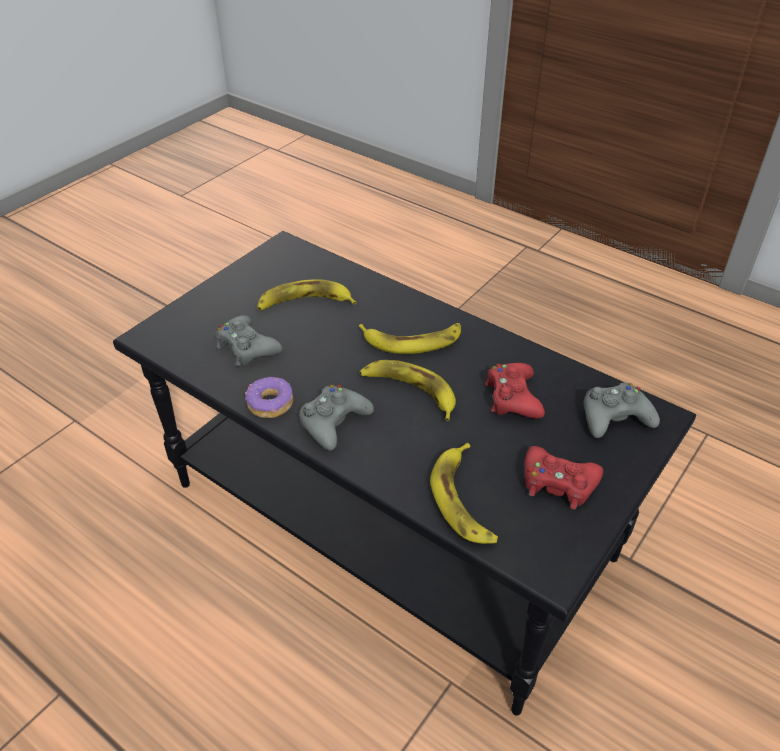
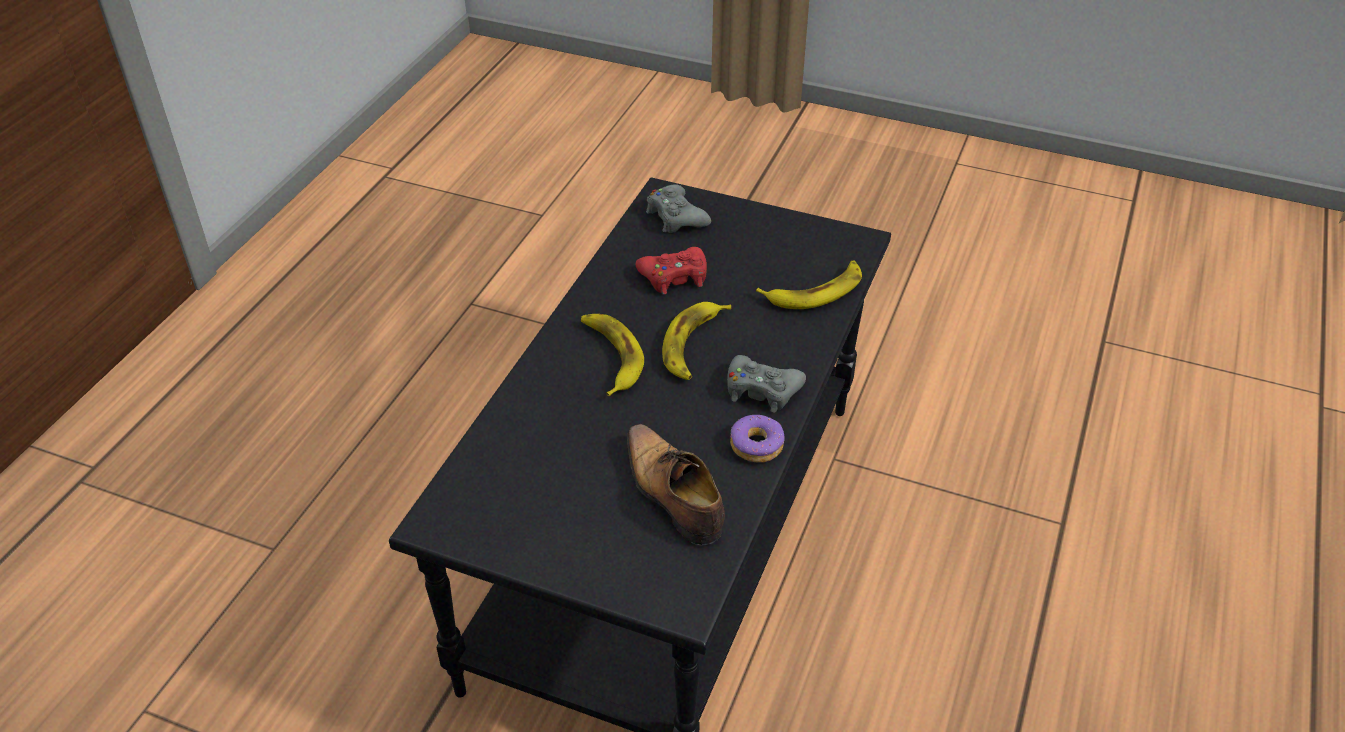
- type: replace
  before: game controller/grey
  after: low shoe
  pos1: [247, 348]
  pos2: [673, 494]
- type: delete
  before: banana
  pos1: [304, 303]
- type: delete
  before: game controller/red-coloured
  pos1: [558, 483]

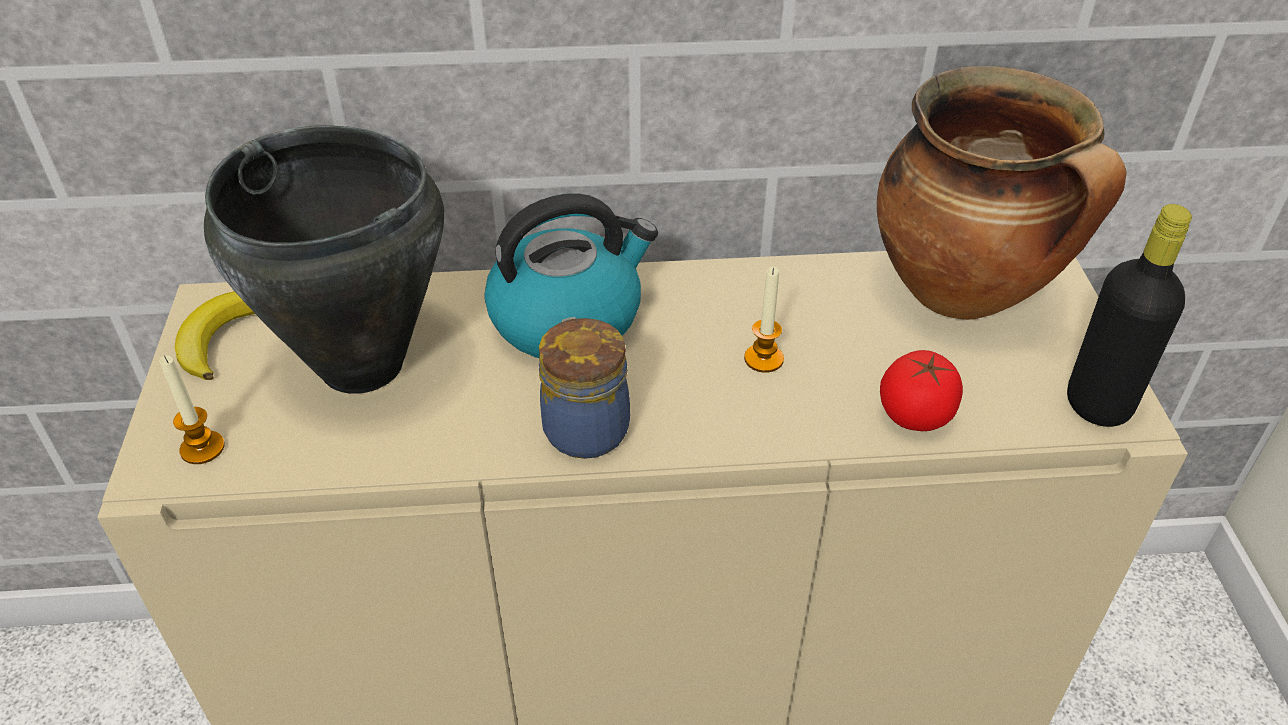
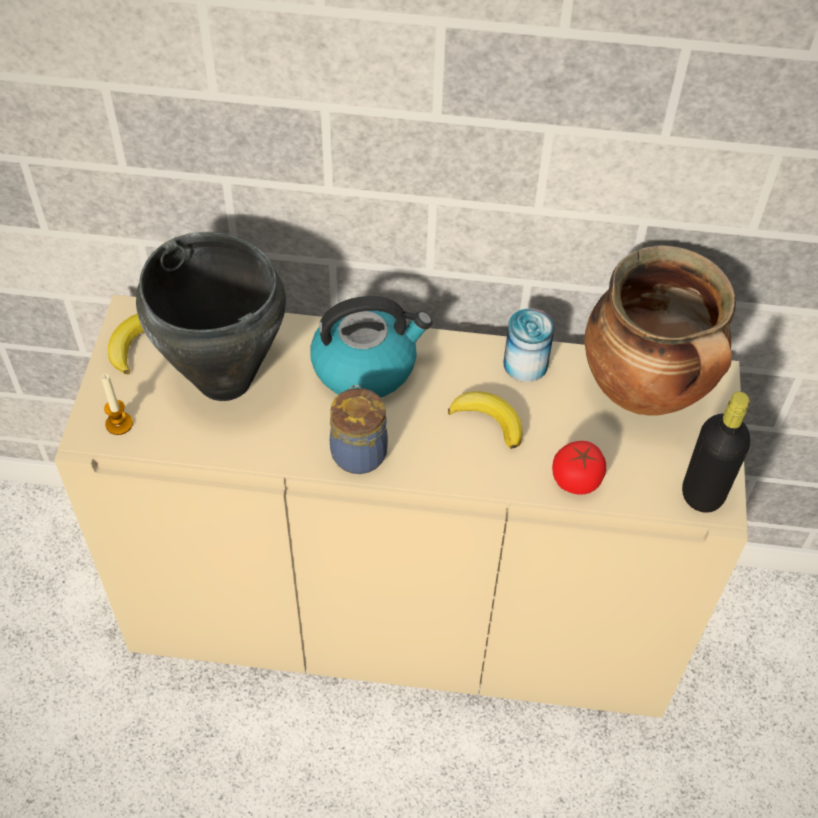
- type: replace
  before: candle
  after: banana
  pos1: [763, 359]
  pos2: [489, 420]
- type: insert
  after: sealed can
  pos2: [525, 364]

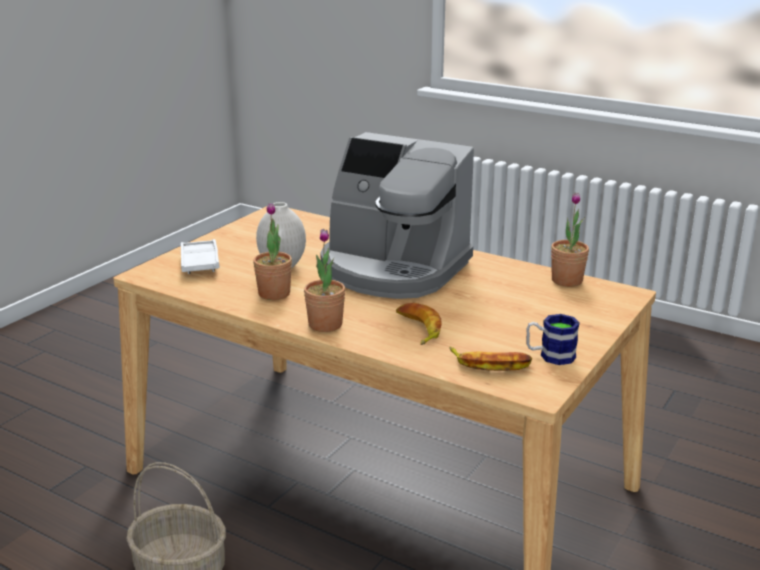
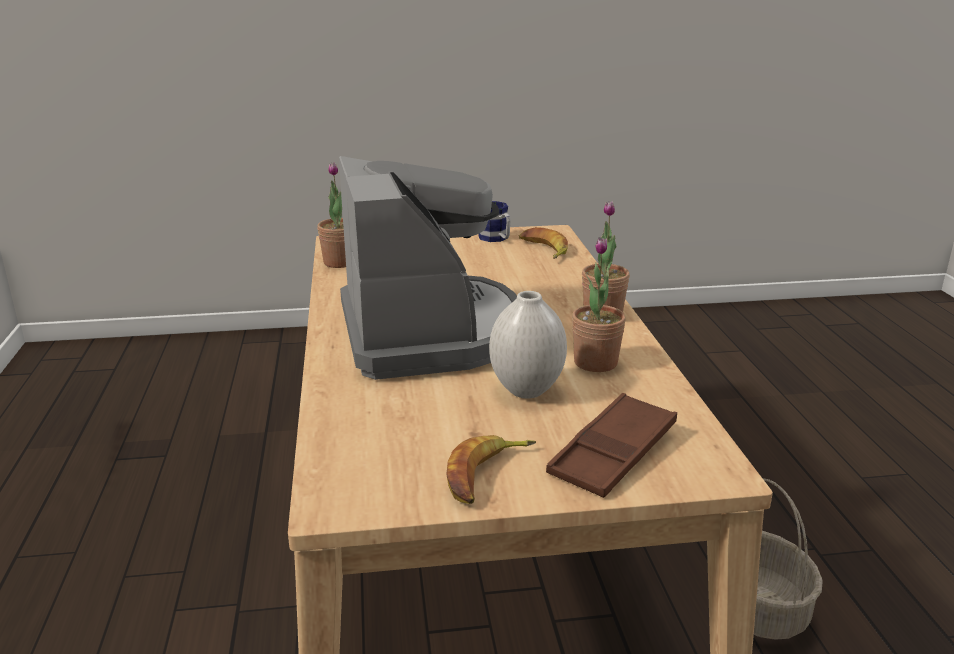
- type: move
  before: banana
  pos1: [417, 329]
  pos2: [487, 475]
- type: recolor
  before: tray/white
  after: tray/brown
  pos1: [200, 262]
  pos2: [613, 453]

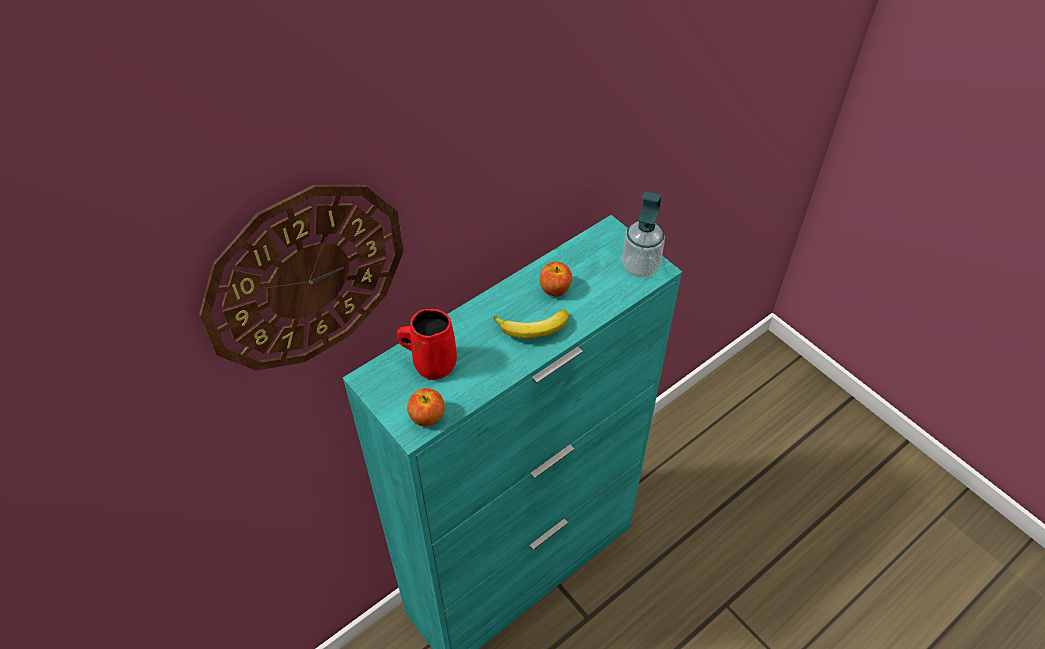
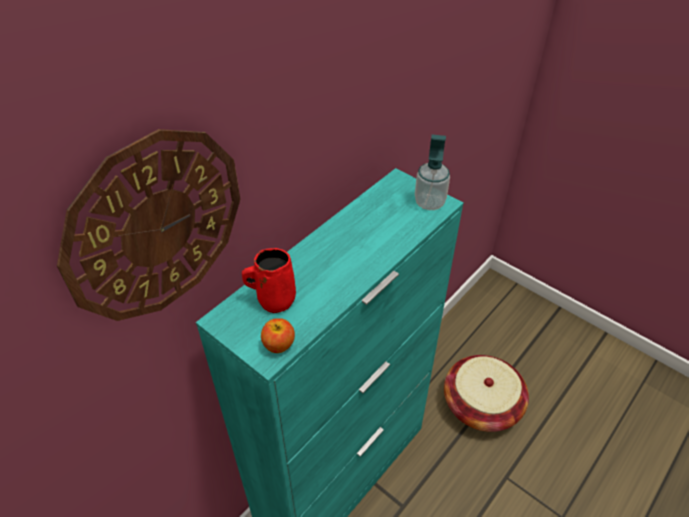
- type: insert
  after: basket
  pos2: [481, 405]
- type: delete
  before: banana
  pos1: [533, 329]
- type: delete
  before: apple
  pos1: [555, 289]

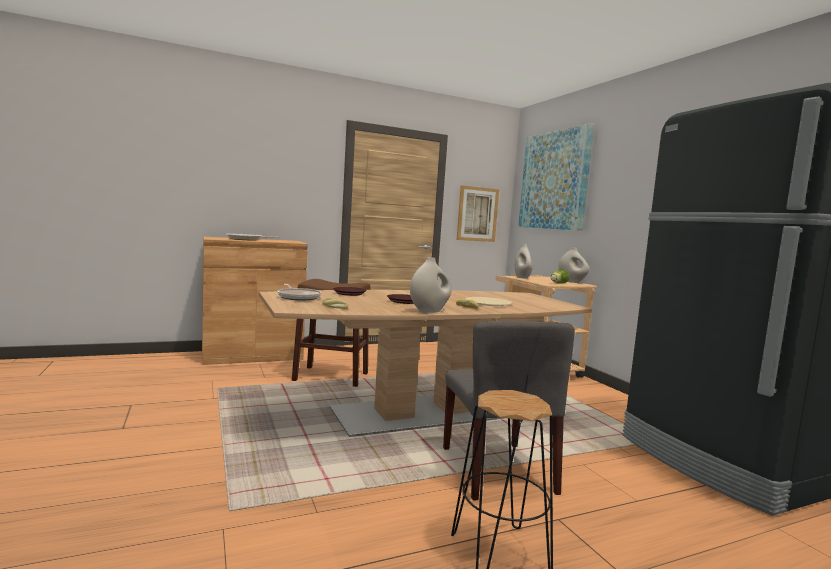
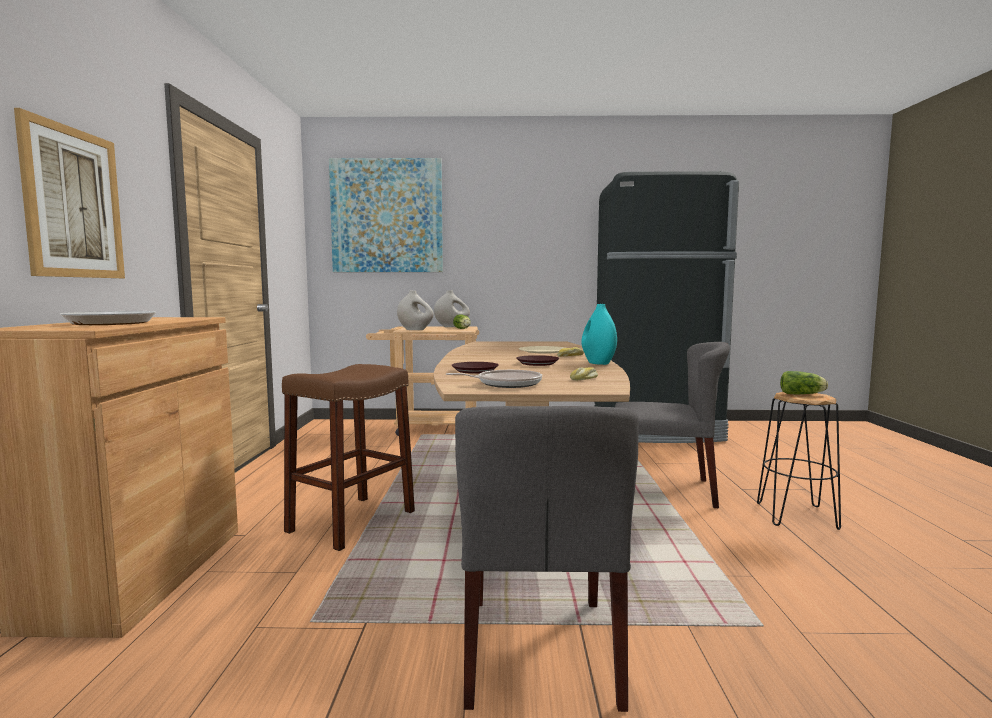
- type: move
  before: picture
  pos1: [477, 214]
  pos2: [73, 203]
- type: insert
  after: chair/grey
  pos2: [540, 651]
- type: recolor
  before: vase/white
  after: vase/turquoise-coloured
  pos1: [429, 311]
  pos2: [597, 363]
- type: insert
  after: lettuce head
  pos2: [803, 394]

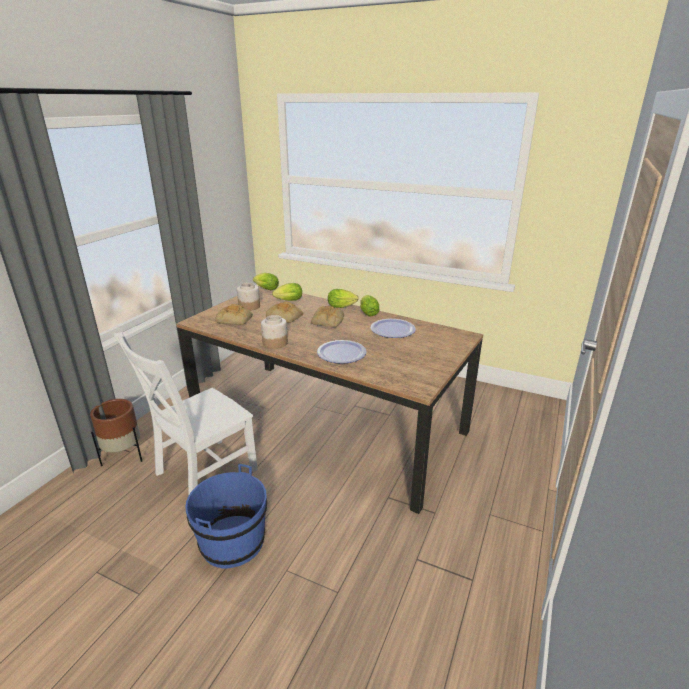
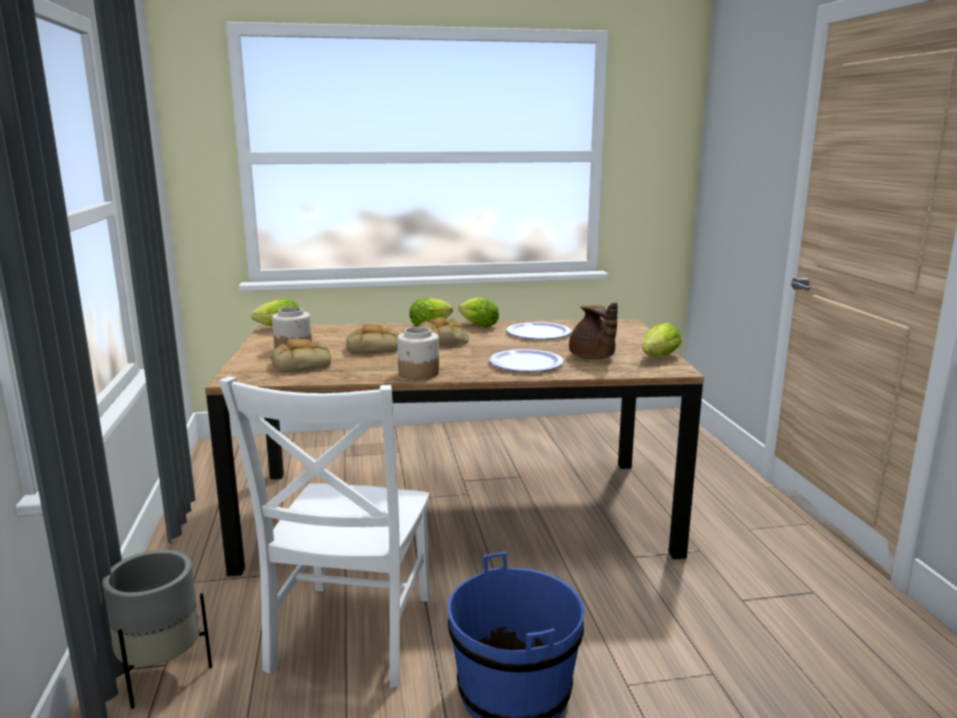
- type: recolor
  before: plant pot/brown
  after: plant pot/grey
  pos1: [124, 456]
  pos2: [163, 674]
- type: insert
  after: pot for tea/brown
  pos2: [592, 357]
- type: move
  before: lettuce head
  pos1: [287, 301]
  pos2: [657, 358]

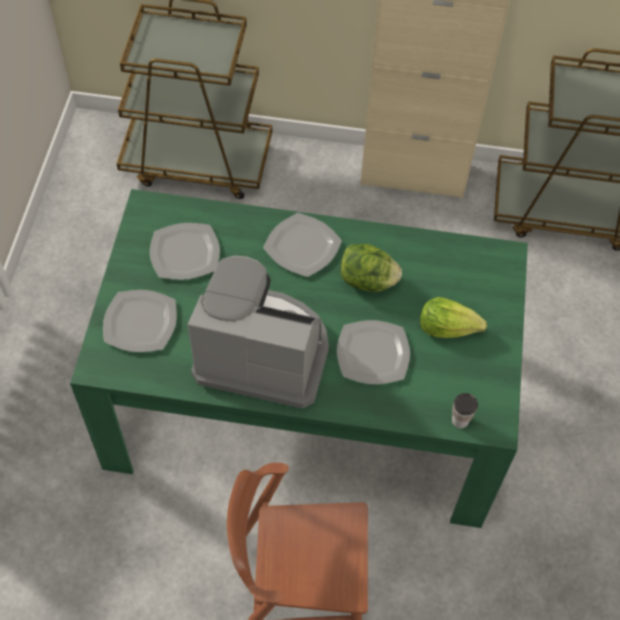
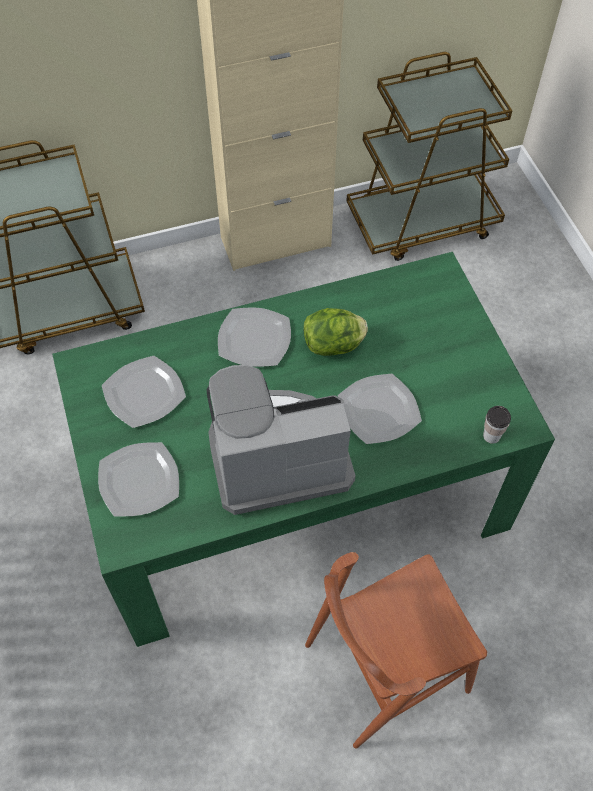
- type: delete
  before: lettuce head
  pos1: [447, 327]

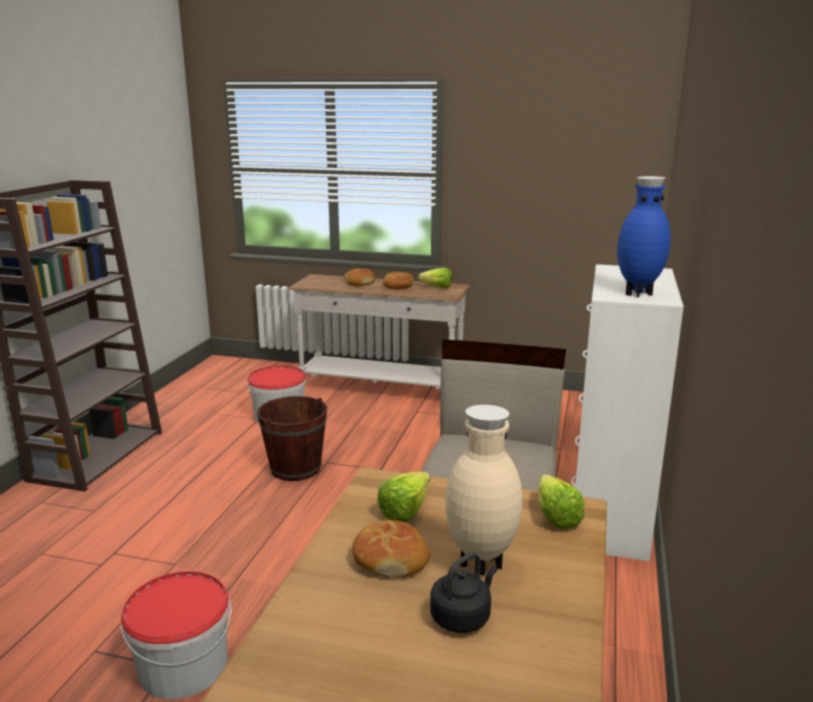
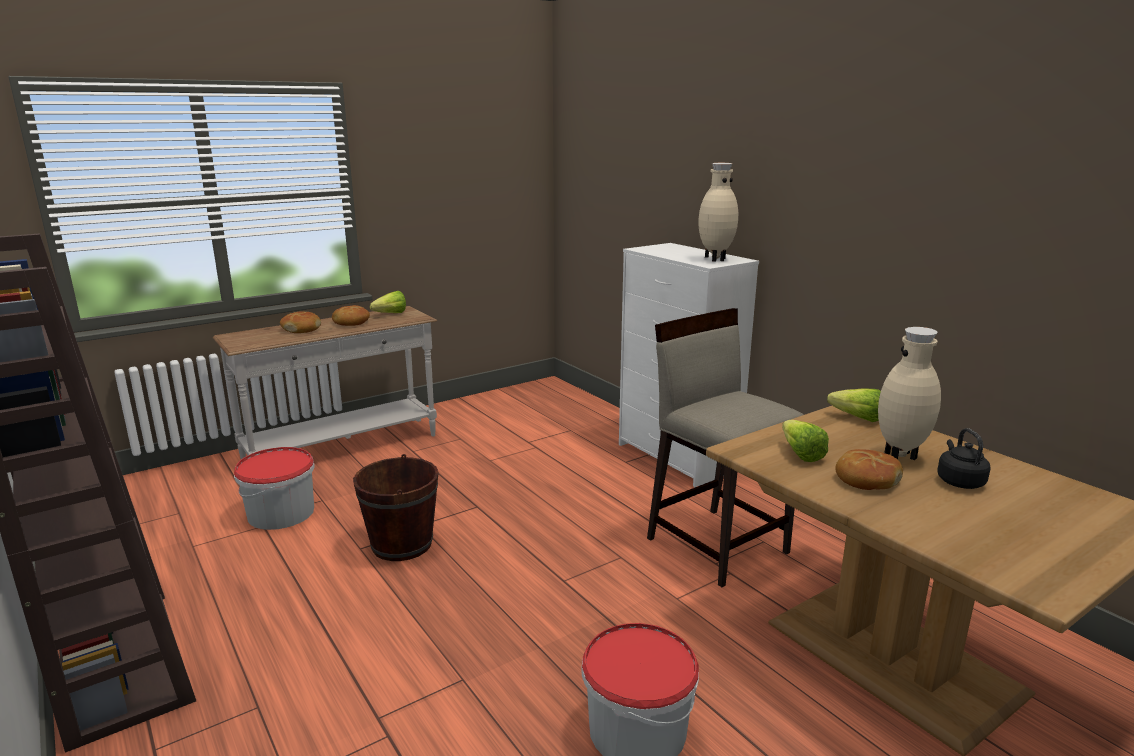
- type: recolor
  before: vase/blue-coloured
  after: vase/beige-coloured
  pos1: [637, 293]
  pos2: [714, 259]

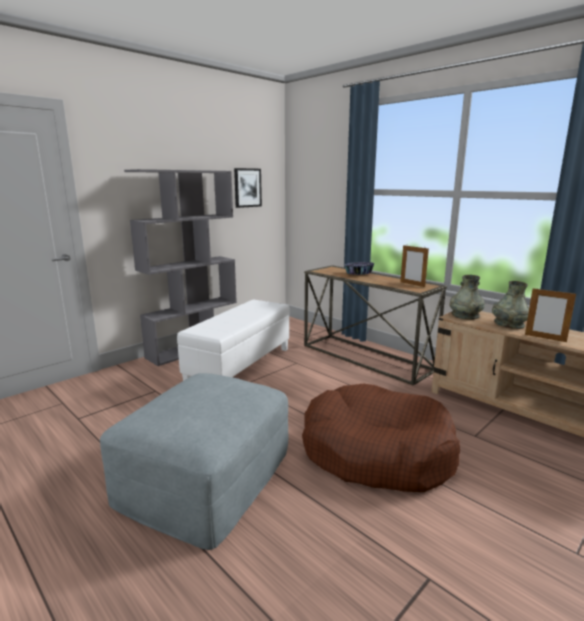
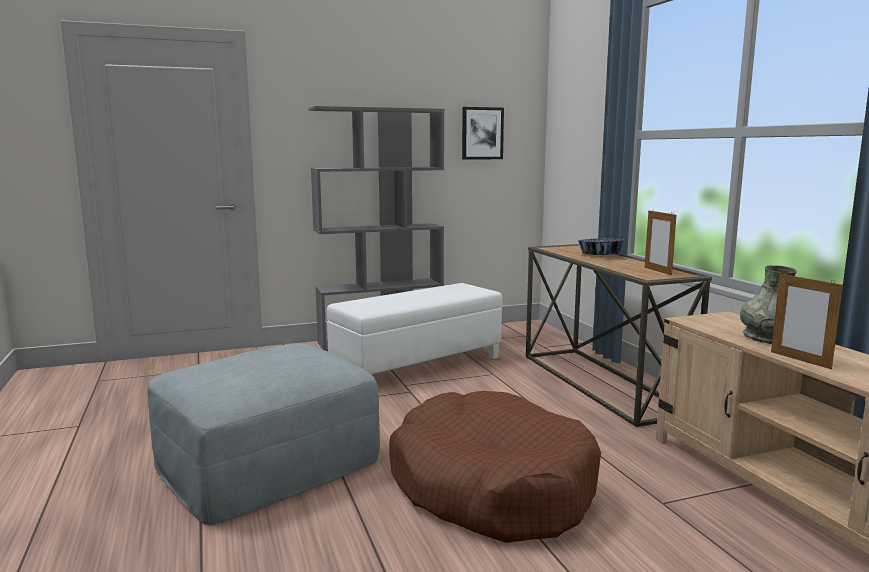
- type: delete
  before: vase/grey
  pos1: [465, 315]

